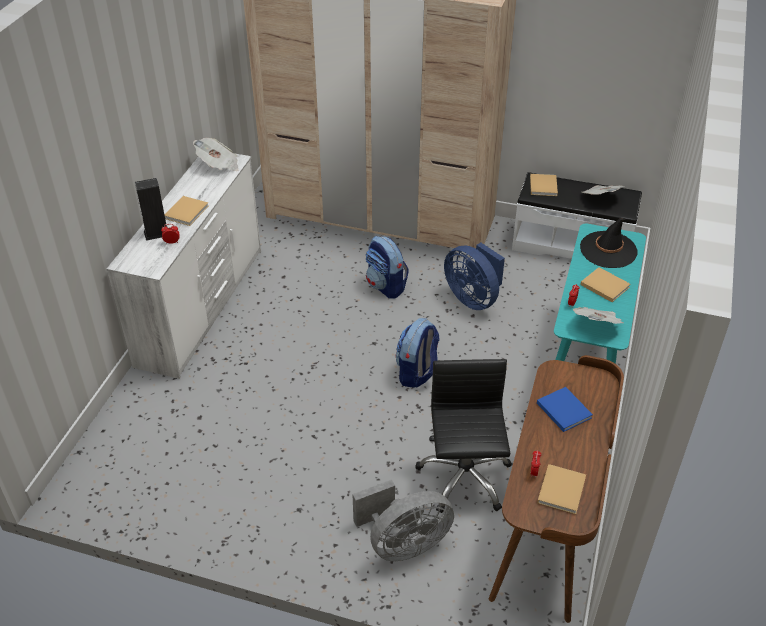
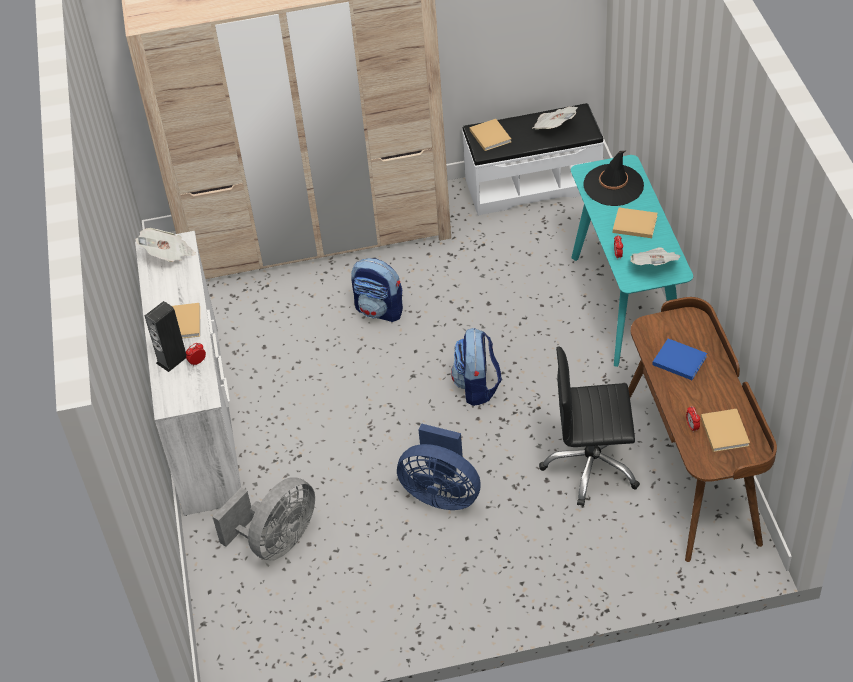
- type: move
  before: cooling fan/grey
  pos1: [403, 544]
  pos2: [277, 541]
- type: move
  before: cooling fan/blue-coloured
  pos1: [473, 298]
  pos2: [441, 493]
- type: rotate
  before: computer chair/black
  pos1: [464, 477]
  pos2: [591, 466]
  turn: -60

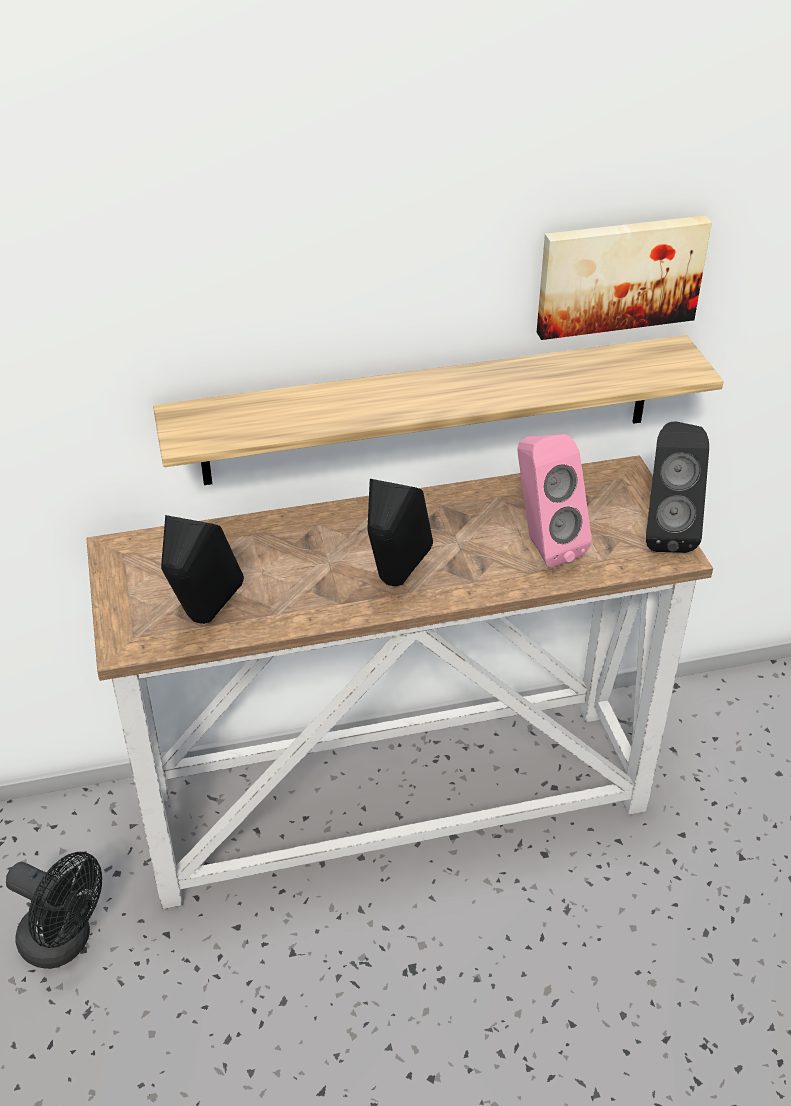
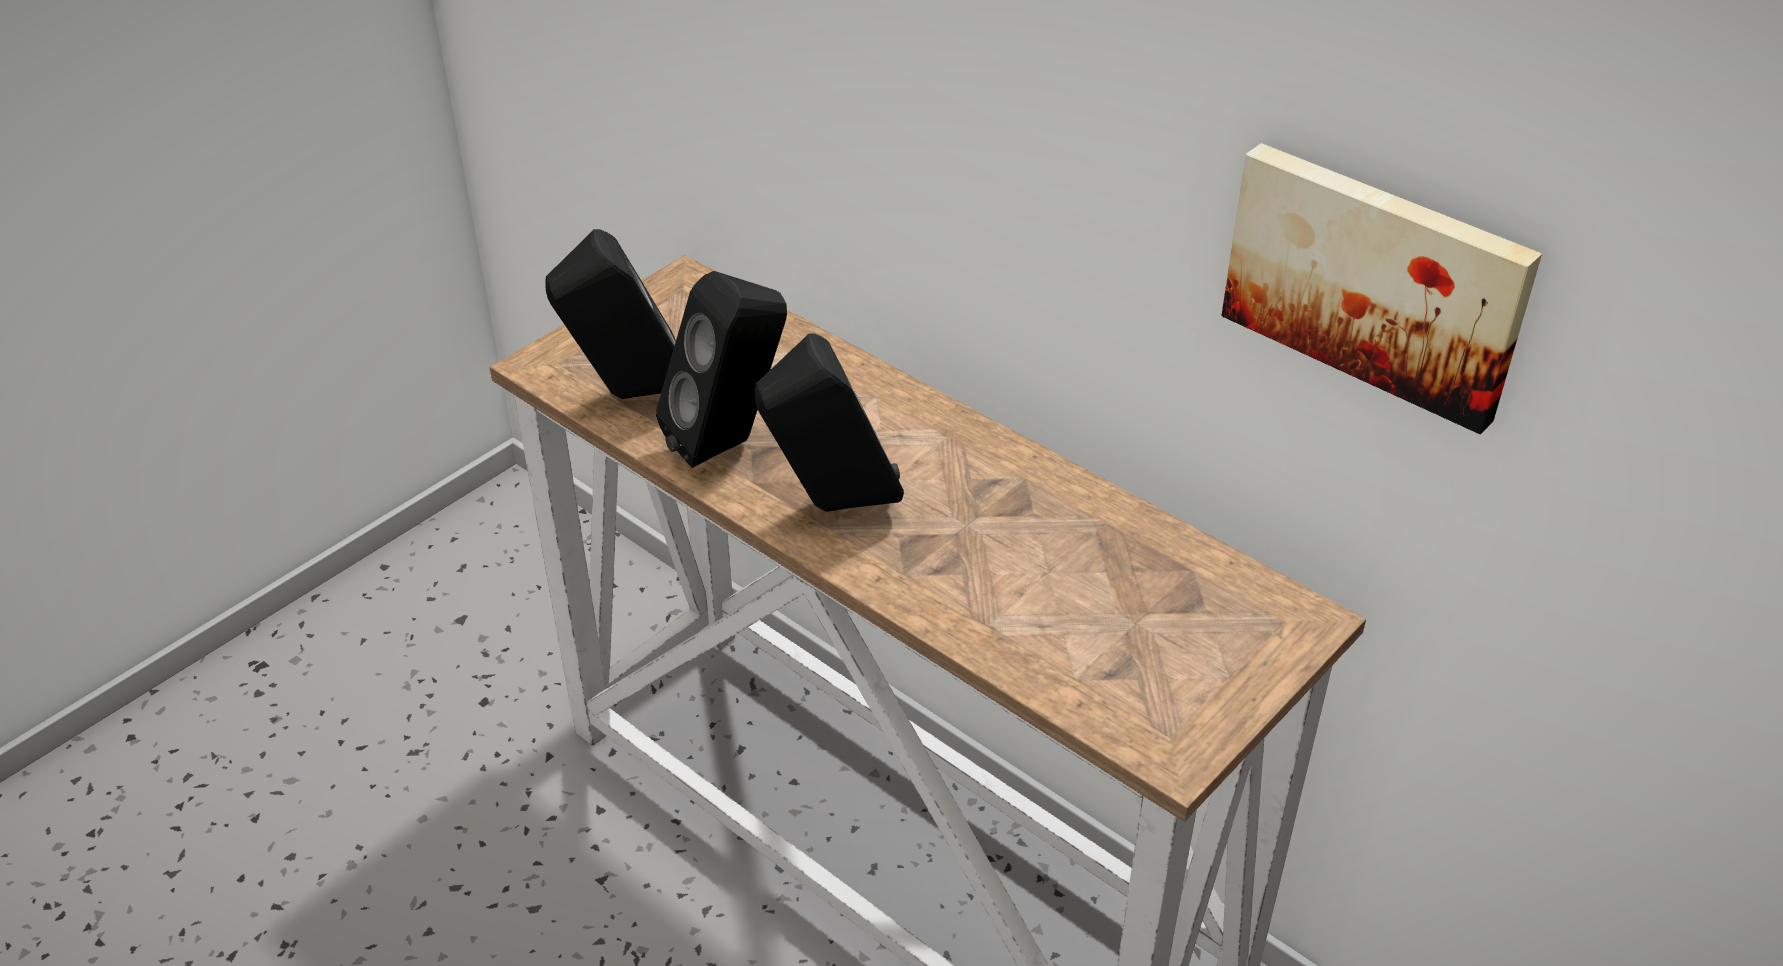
- type: move
  before: audio speaker/black
  pos1: [664, 532]
  pos2: [731, 443]
- type: delete
  before: cooling fan/black
  pos1: [65, 942]
- type: delete
  before: shelf
  pos1: [429, 410]
- type: delete
  before: audio speaker/pinkish
  pos1: [543, 546]

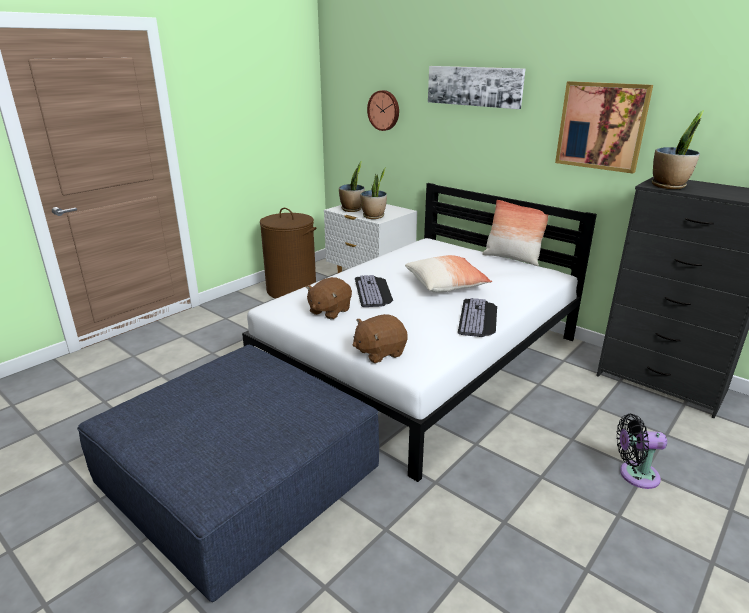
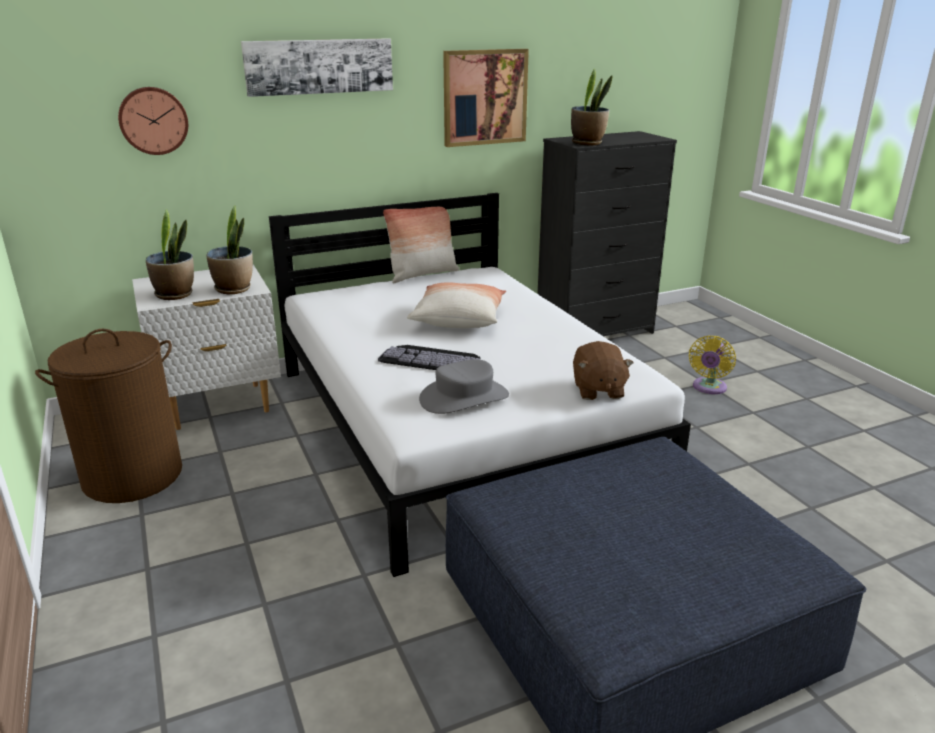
- type: replace
  before: plush toy/brown
  after: clothing hat/grey
  pos1: [329, 311]
  pos2: [464, 397]
- type: recolor
  before: cooling fan/black
  after: cooling fan/yellow
  pos1: [634, 475]
  pos2: [708, 388]
- type: delete
  before: computer keyboard
  pos1: [479, 318]

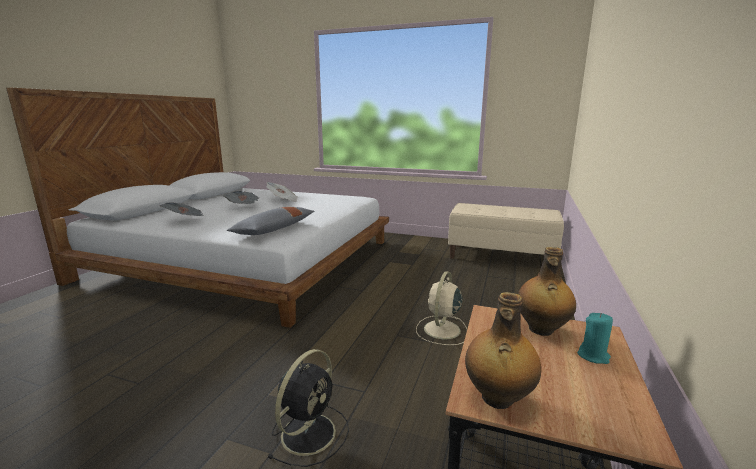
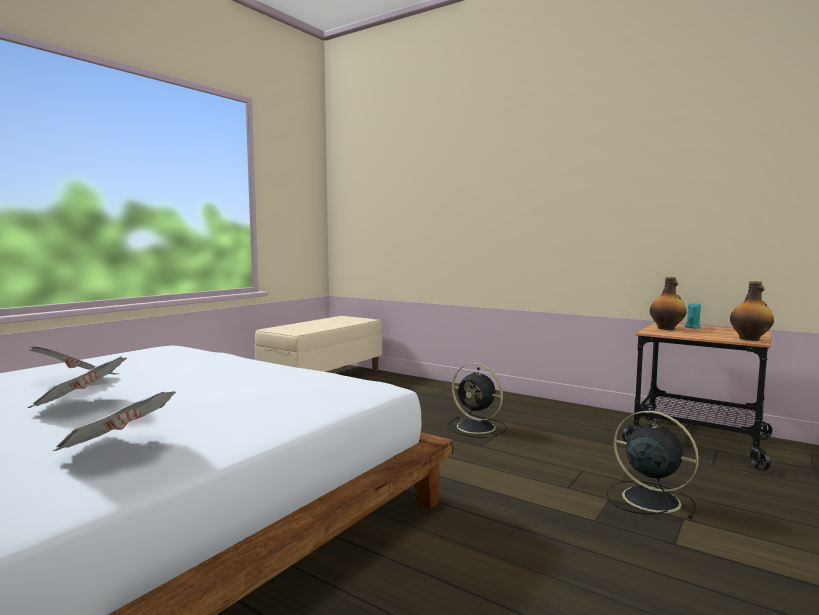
- type: recolor
  before: cooling fan/beige-coloured
  after: cooling fan/black
  pos1: [441, 330]
  pos2: [477, 427]
- type: delete
  before: cushion/grey
  pos1: [274, 229]

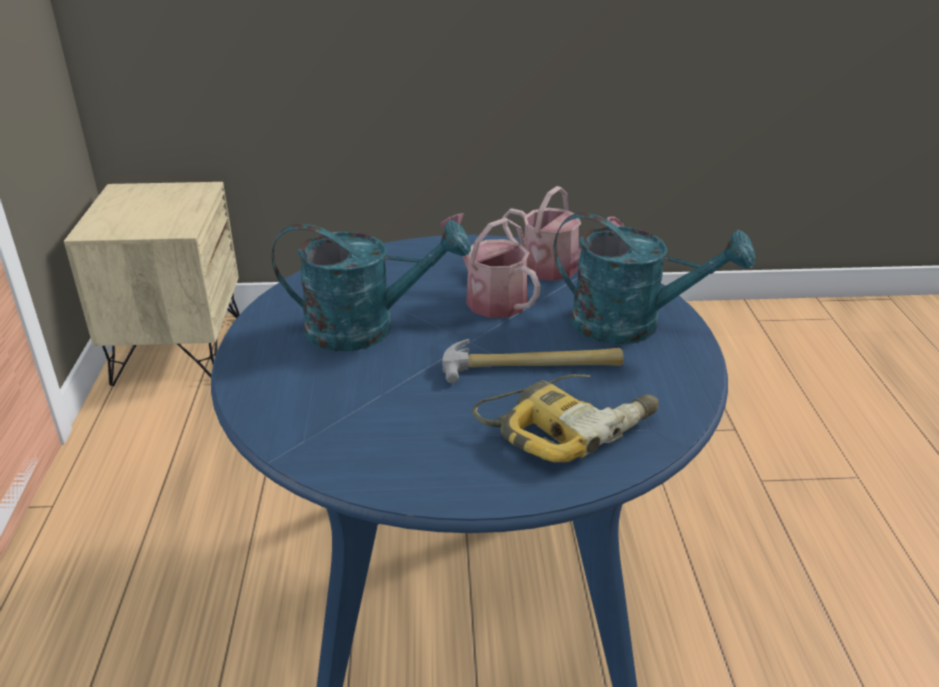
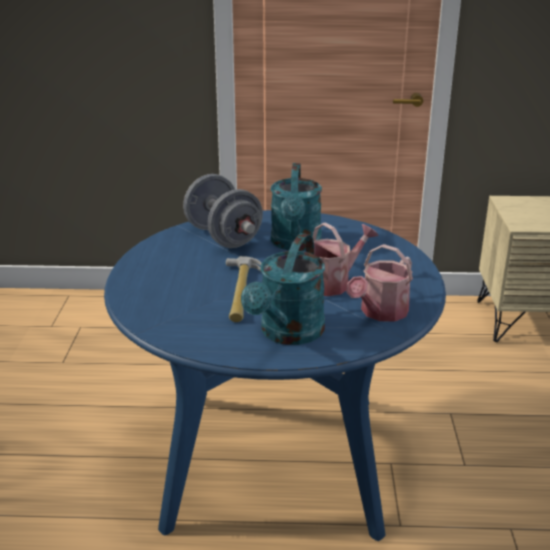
- type: insert
  after: free weight/grey
  pos2: [223, 237]
- type: delete
  before: electric drill
  pos1: [568, 426]

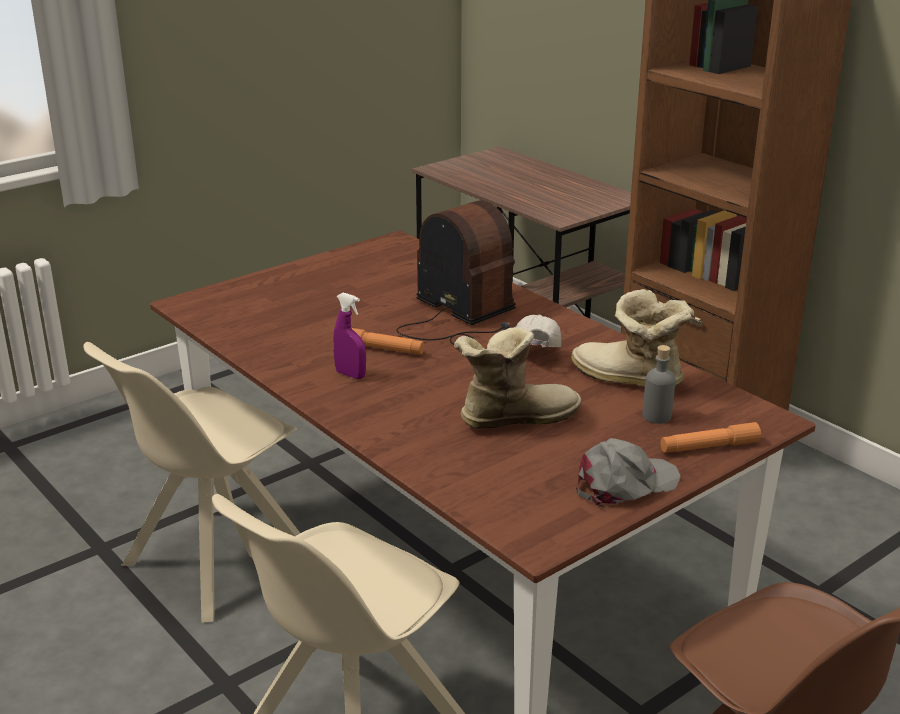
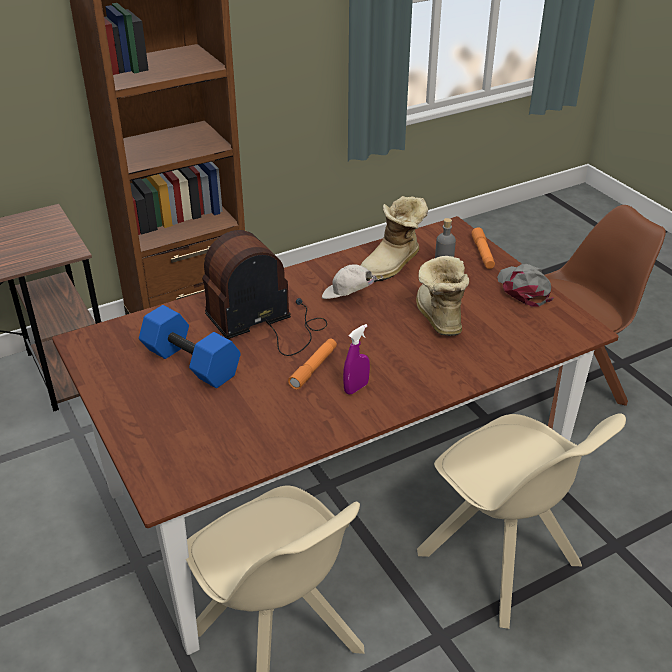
- type: insert
  after: free weight/blue-coloured
  pos2: [193, 362]

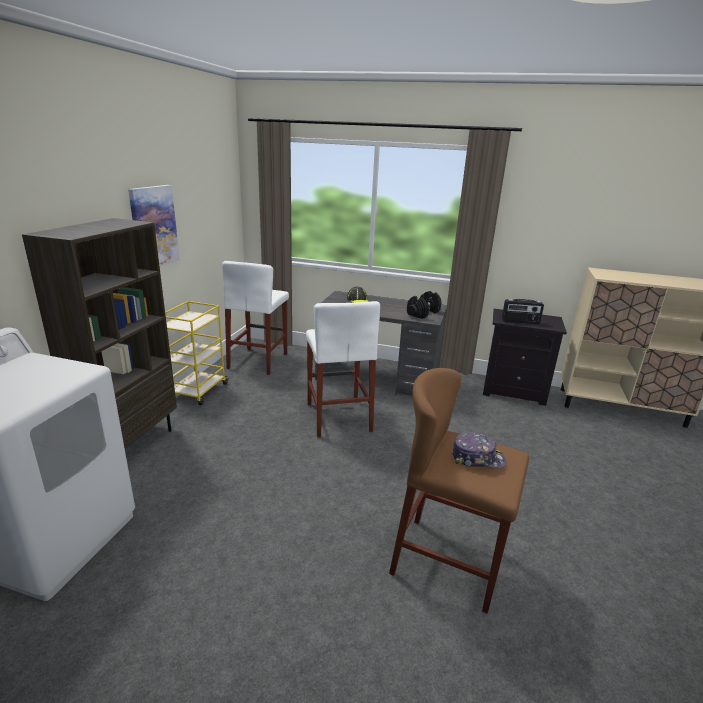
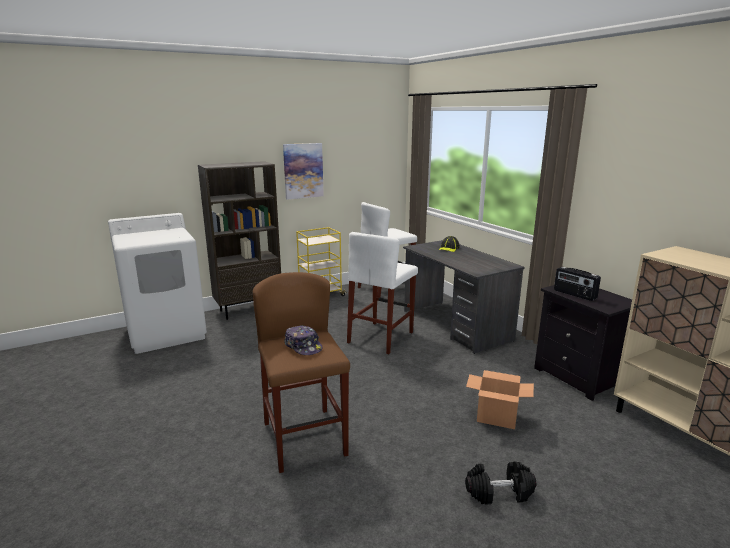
- type: move
  before: free weight/black
  pos1: [423, 313]
  pos2: [499, 492]
- type: insert
  after: cardboard box
  pos2: [496, 418]

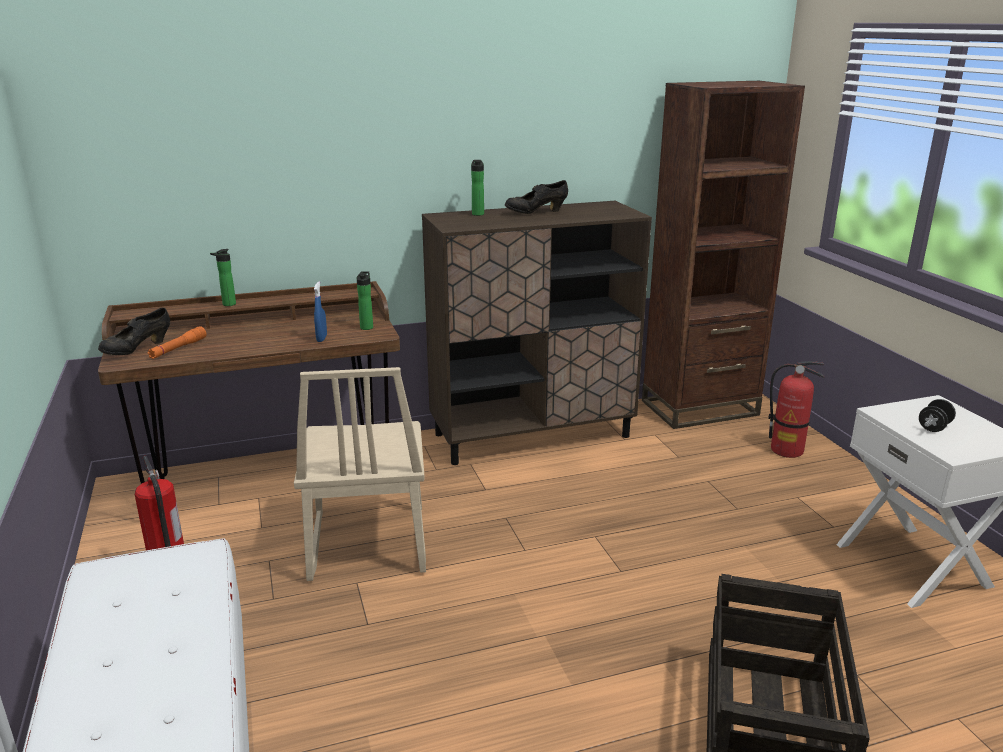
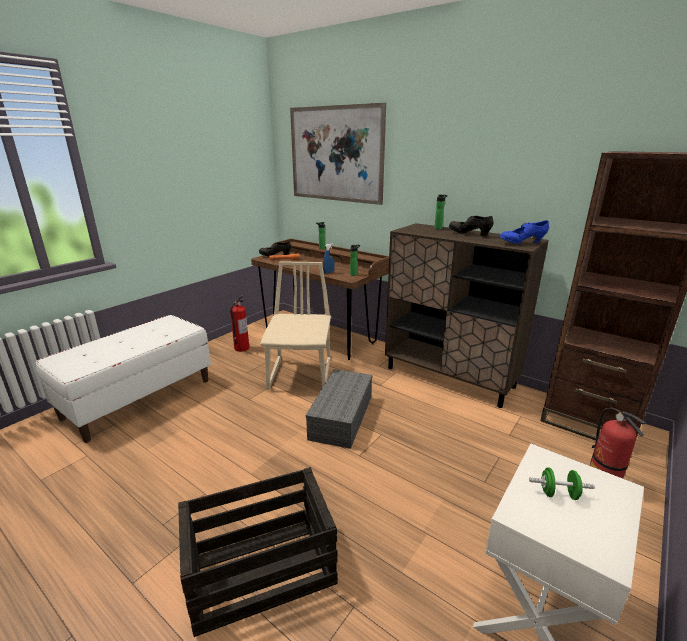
- type: rotate
  before: chair/beige-coloured
  pos1: [366, 543]
  pos2: [301, 375]
  turn: 135
- type: insert
  after: picture
  pos2: [335, 154]
- type: insert
  after: storage box/grey
  pos2: [341, 416]
- type: insert
  after: low shoe/blue-coloured
  pos2: [521, 243]
- type: recolor
  before: free weight/black
  after: free weight/green
  pos1: [934, 427]
  pos2: [558, 494]

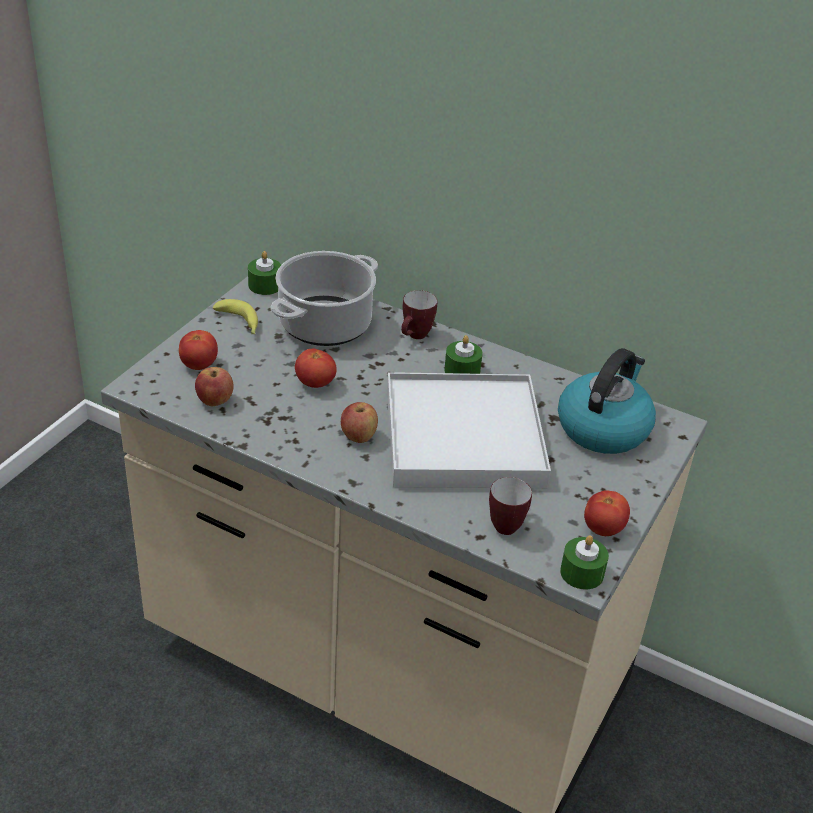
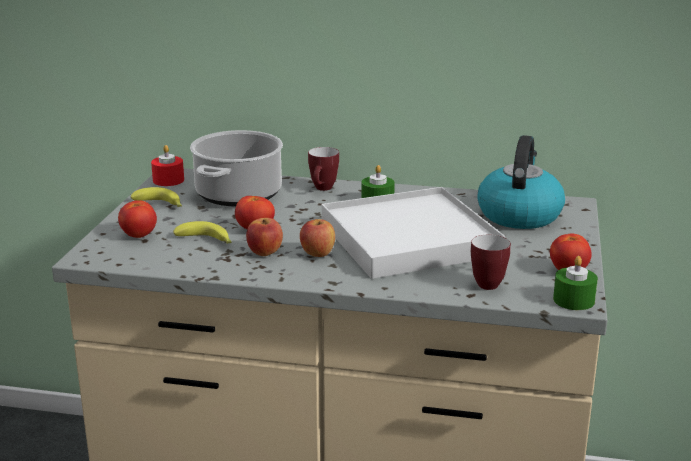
- type: recolor
  before: candle/green
  after: candle/red-coloured
  pos1: [265, 285]
  pos2: [168, 180]
- type: insert
  after: banana
  pos2: [207, 241]
- type: move
  before: apple
  pos1: [215, 401]
  pos2: [265, 253]

